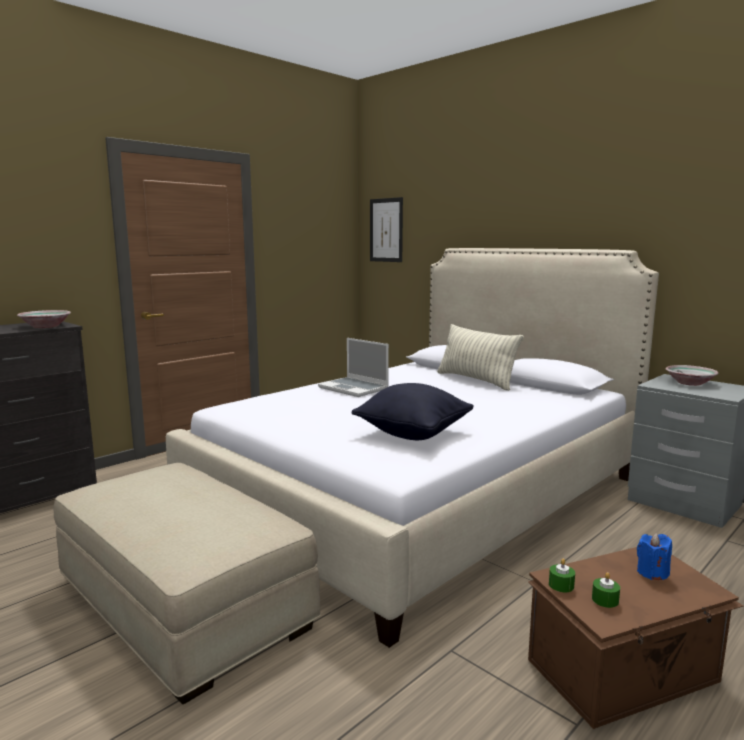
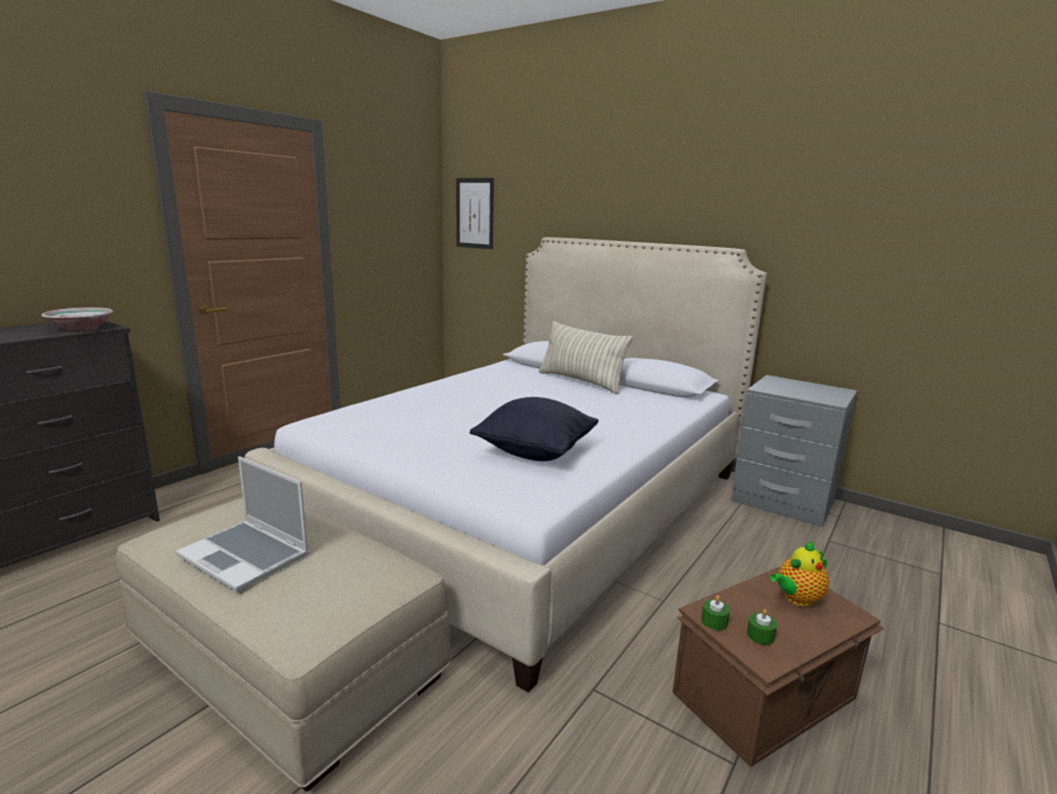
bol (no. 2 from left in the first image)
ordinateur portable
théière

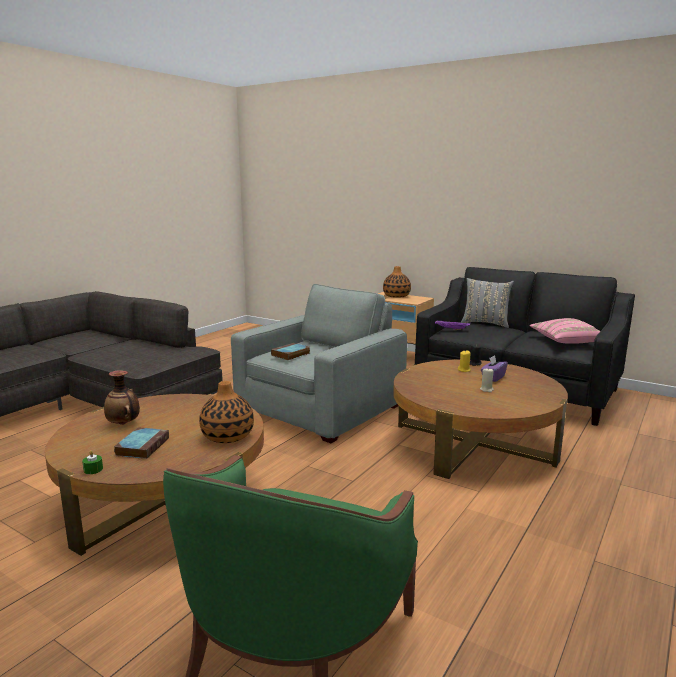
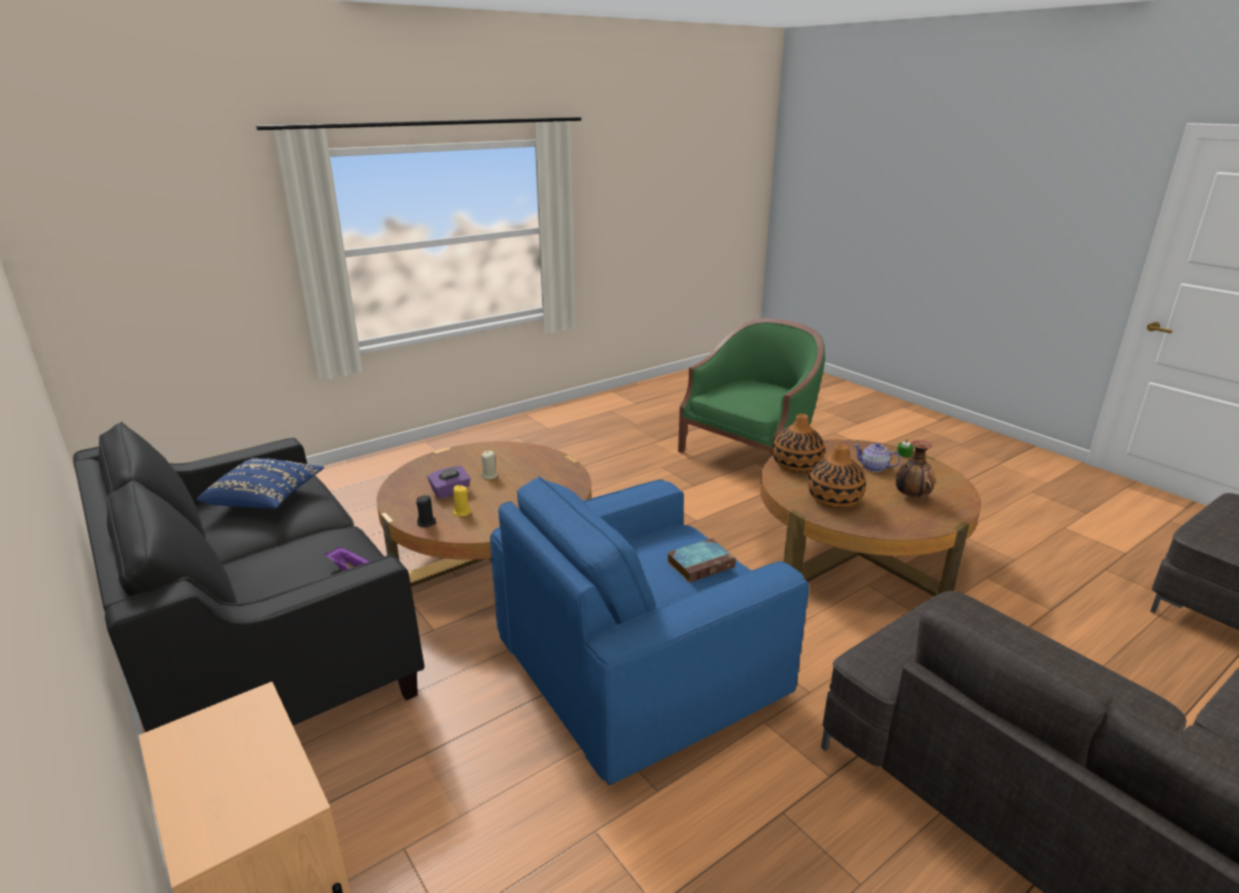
coussin [gris]
vase (no. 2 from left)
théière
fauteuil [bleu]
coussin [bleu]

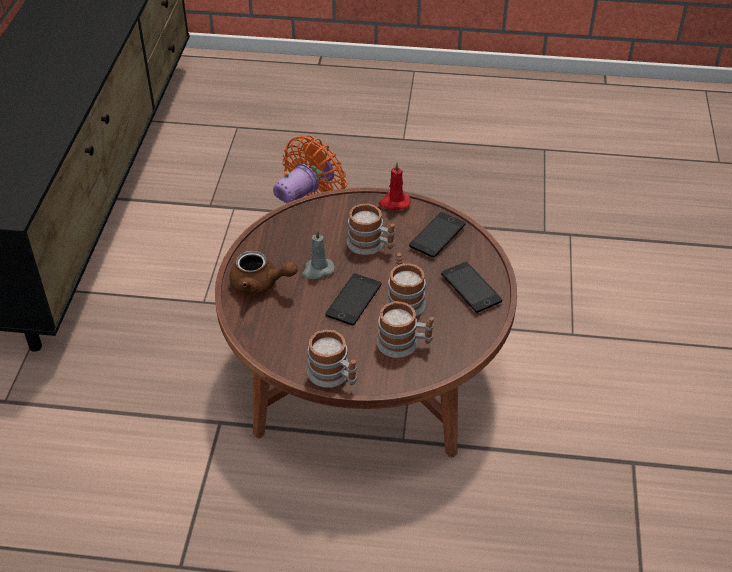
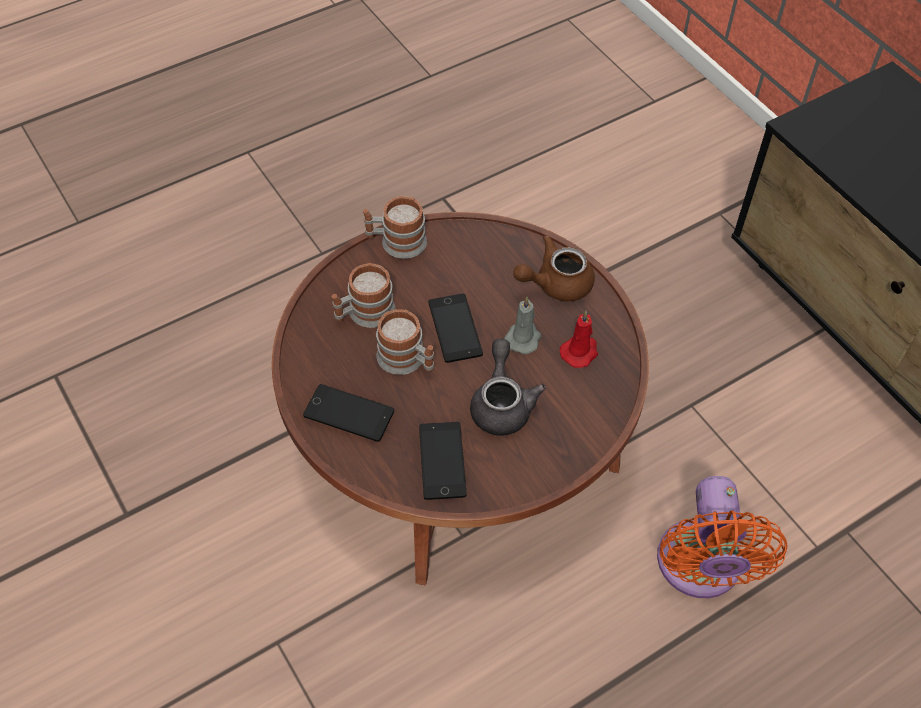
bougie [rouge]
théière [gris]

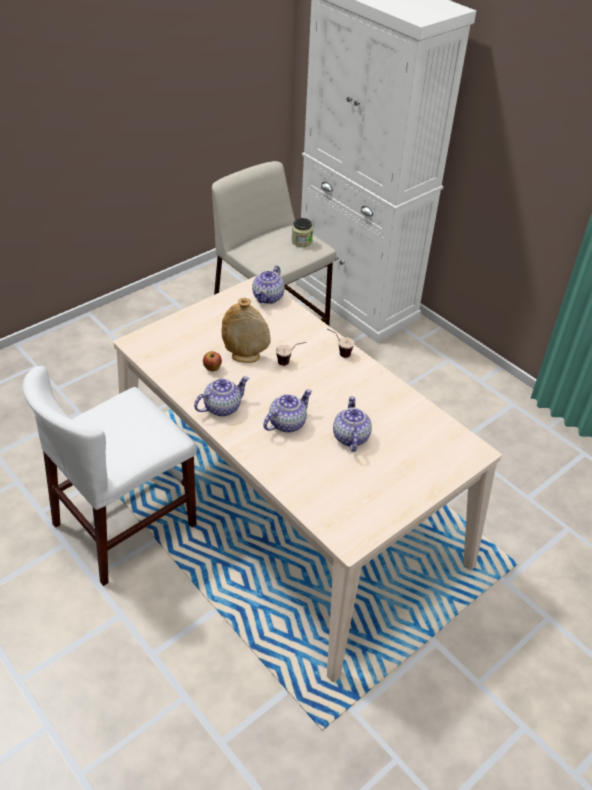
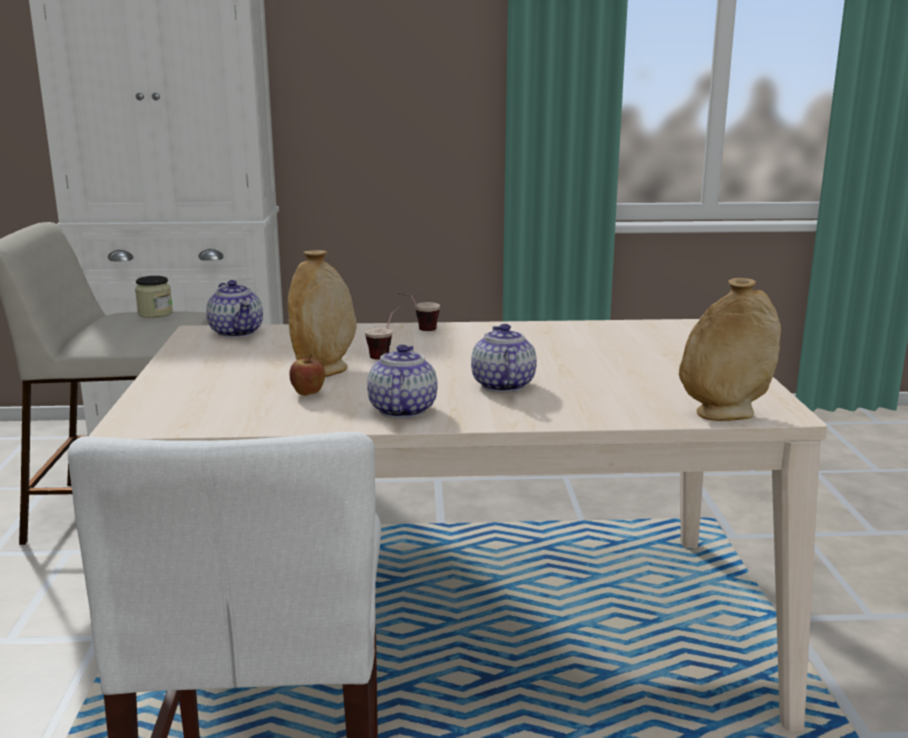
théière (no. 4 from left in the first image)
vase [beige] (no. 2 from left)

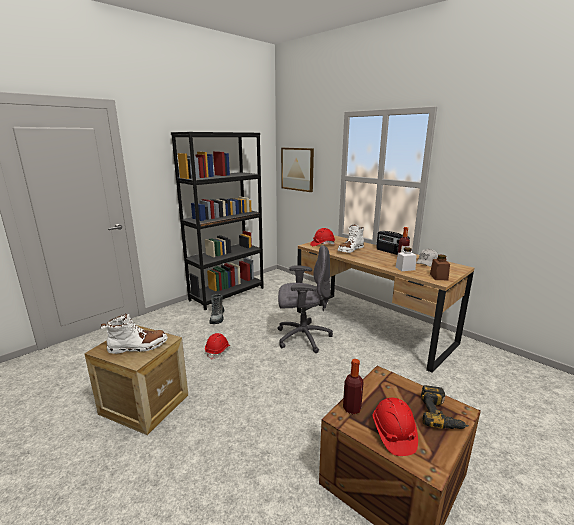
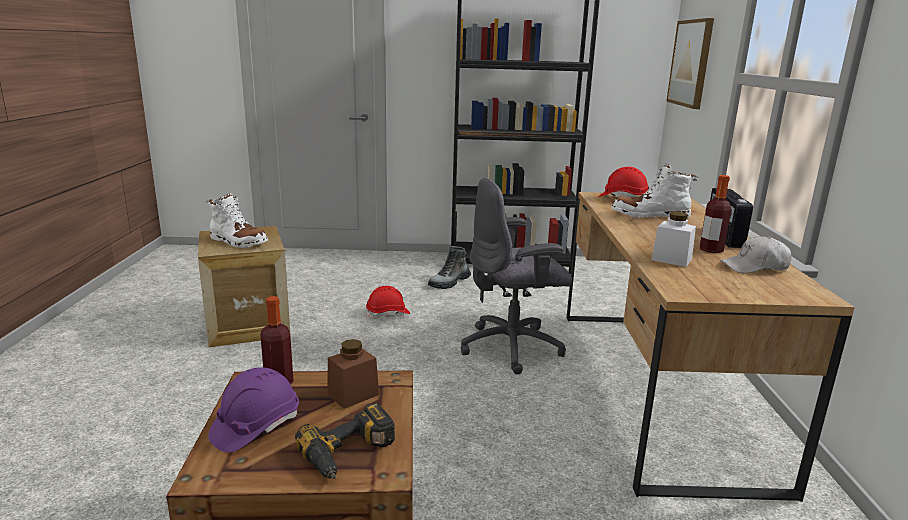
bocal [marron]
casque de chantier [violet]
chaise de bureau [gris]

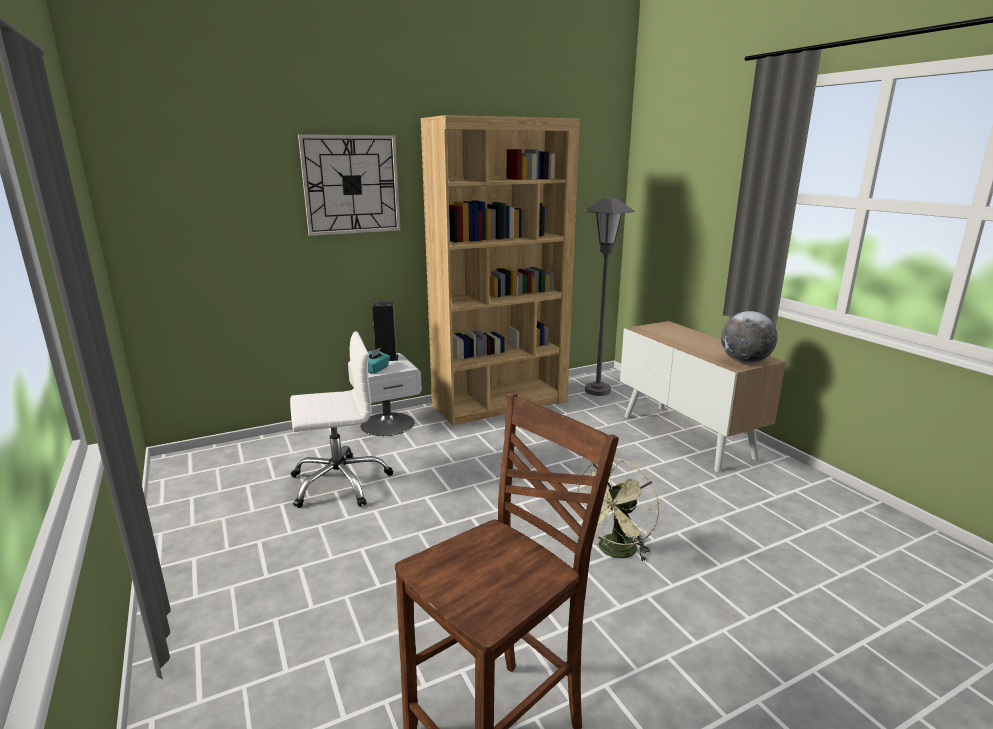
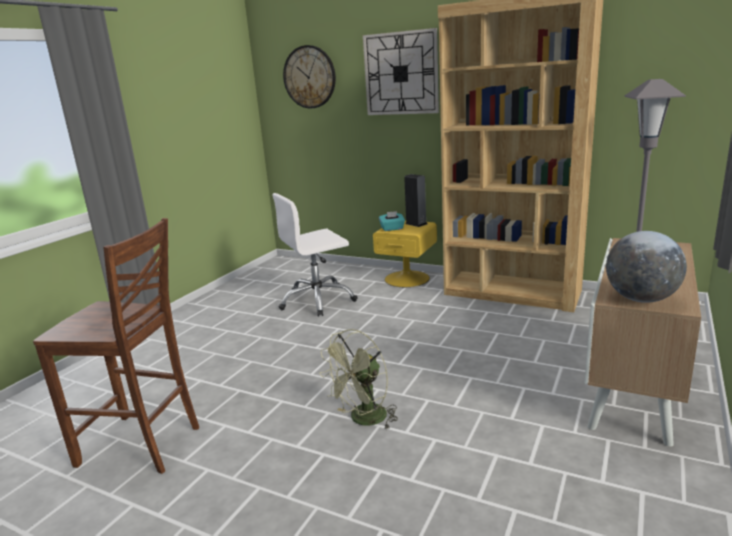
horloge murale (no. 1 from left)
table de chevet [jaune]
chaise de bureau [blanc]
ventilateur [vert]

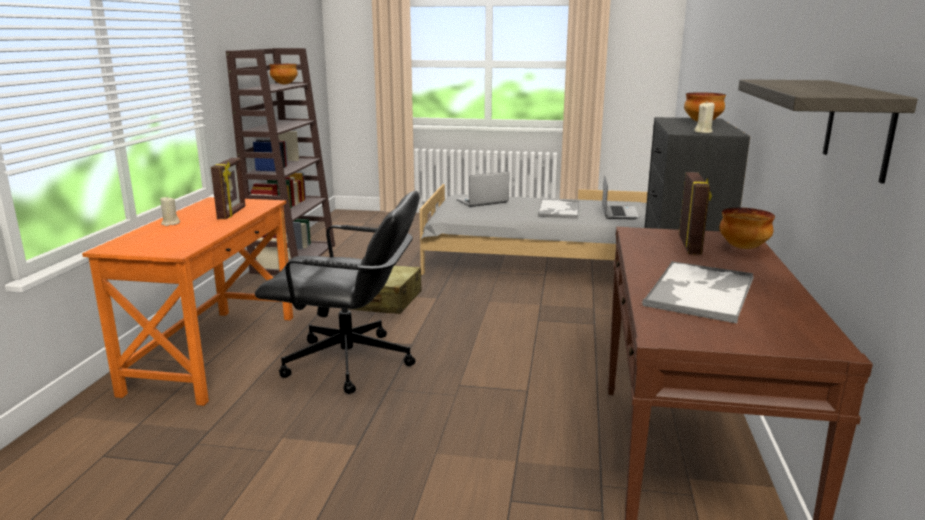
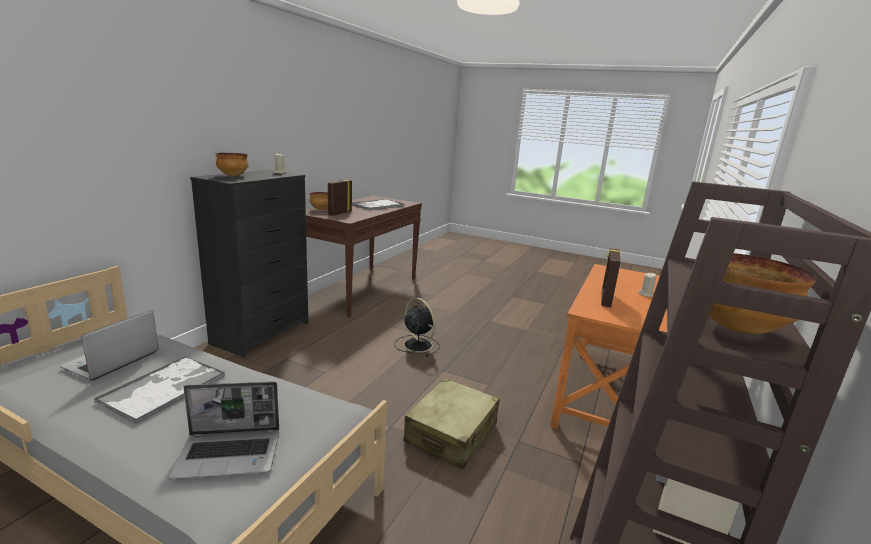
chaise de bureau [noir]
étagère
ventilateur [noir]

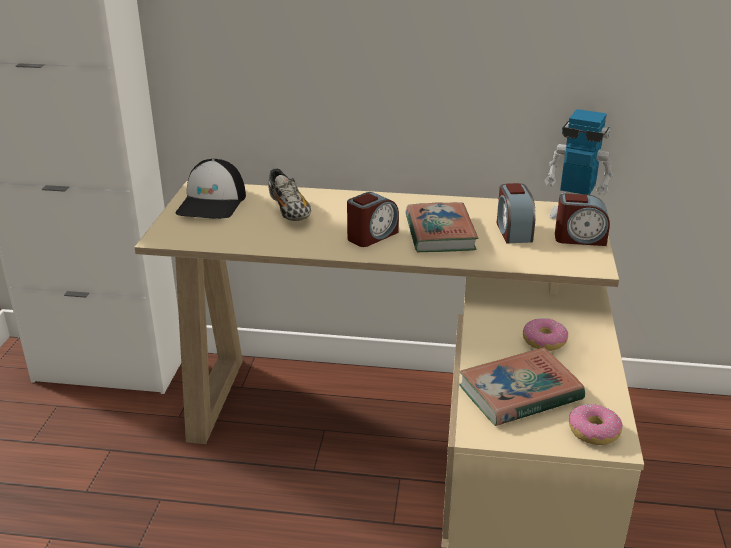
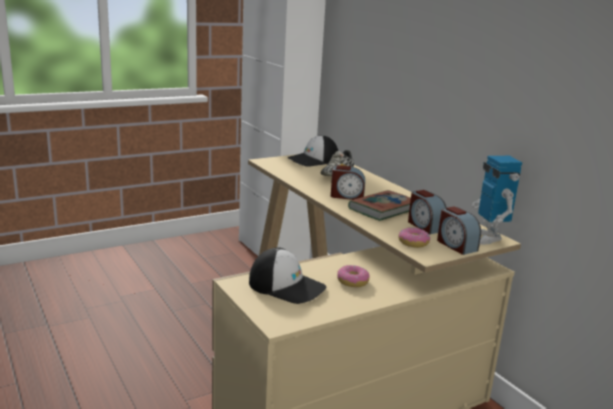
beignet (no. 2 from left)
casquette (no. 1 from left)
réveil (no. 2 from left)

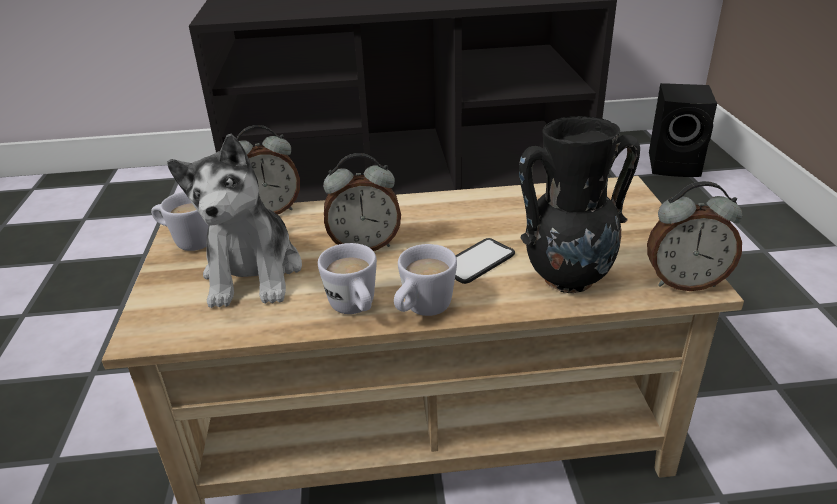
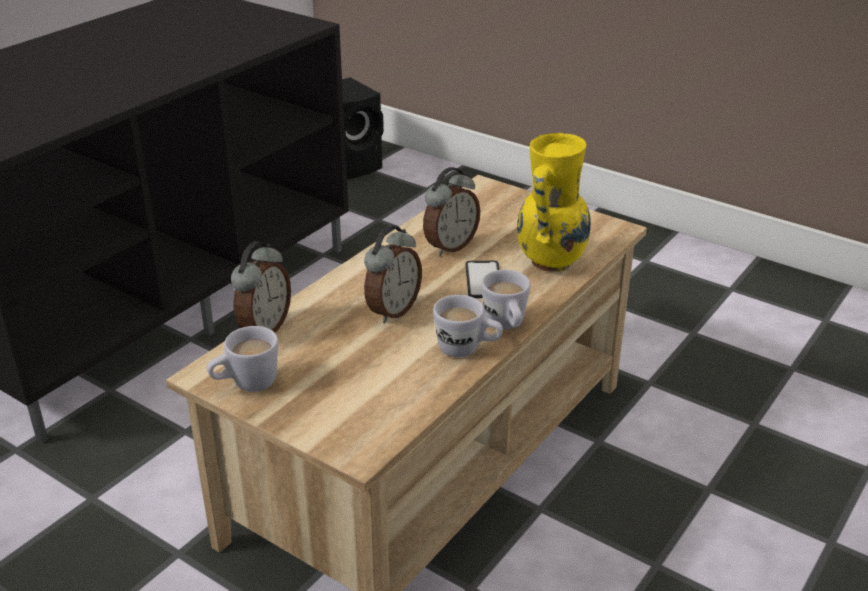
peluche
réveil (no. 3 from left)
vase [jaune]

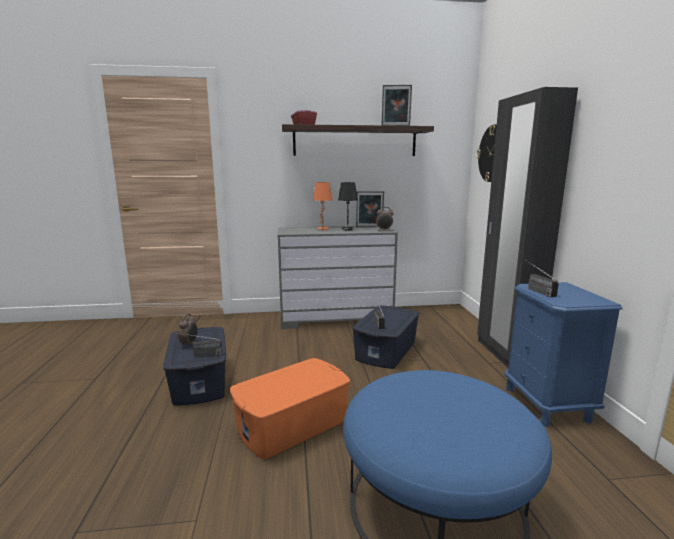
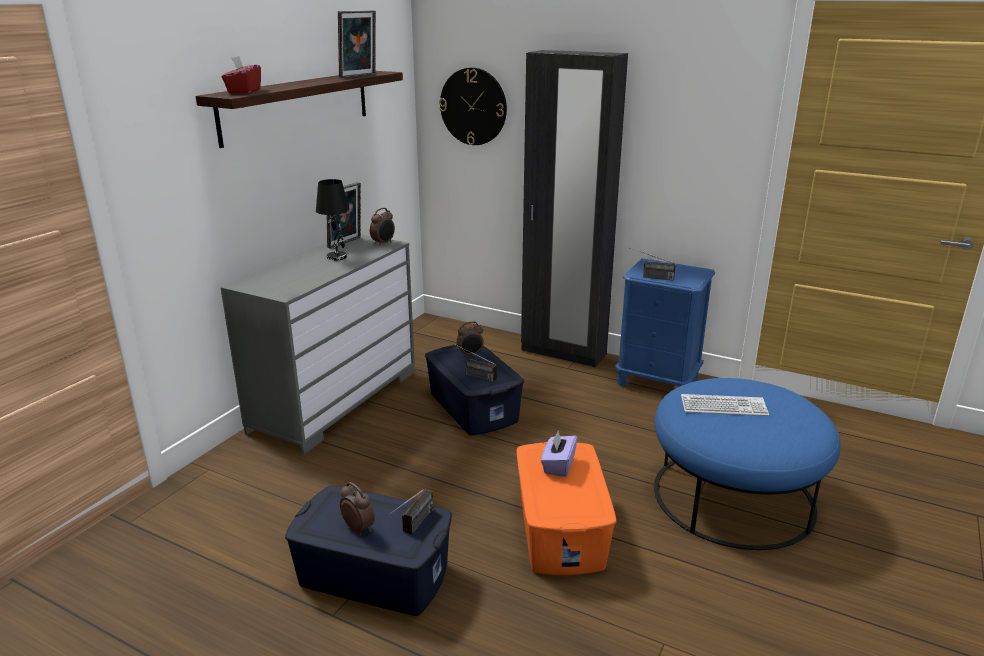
lampe de table [orange]
réveil (no. 3 from left)
boîte à mouchoirs [violet]
clavier

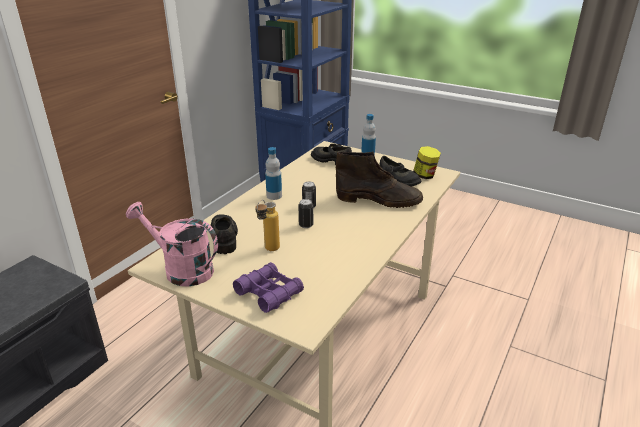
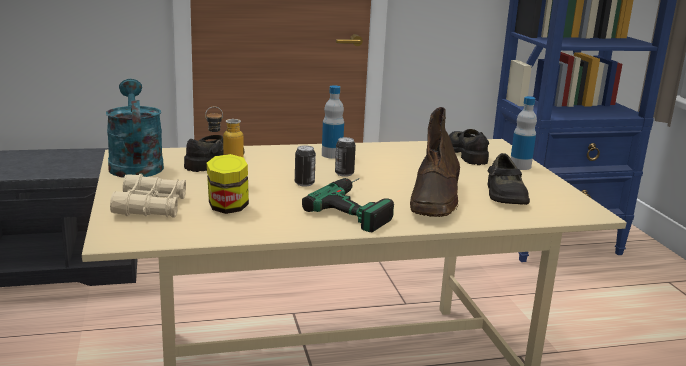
perceuse
bocal
arrosoir [turquoise]
jumelles [beige]
botte [marron]

